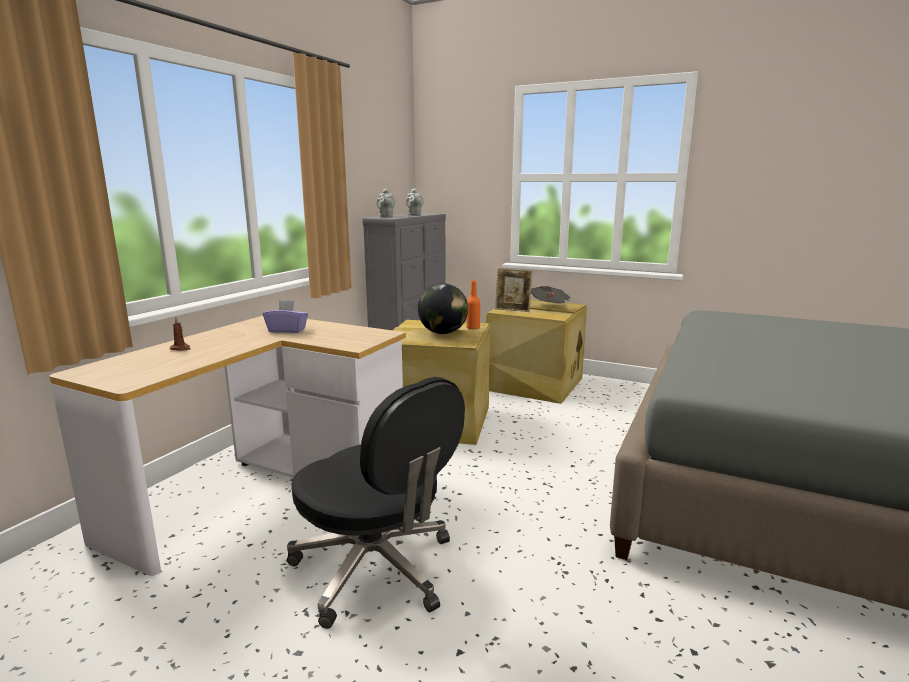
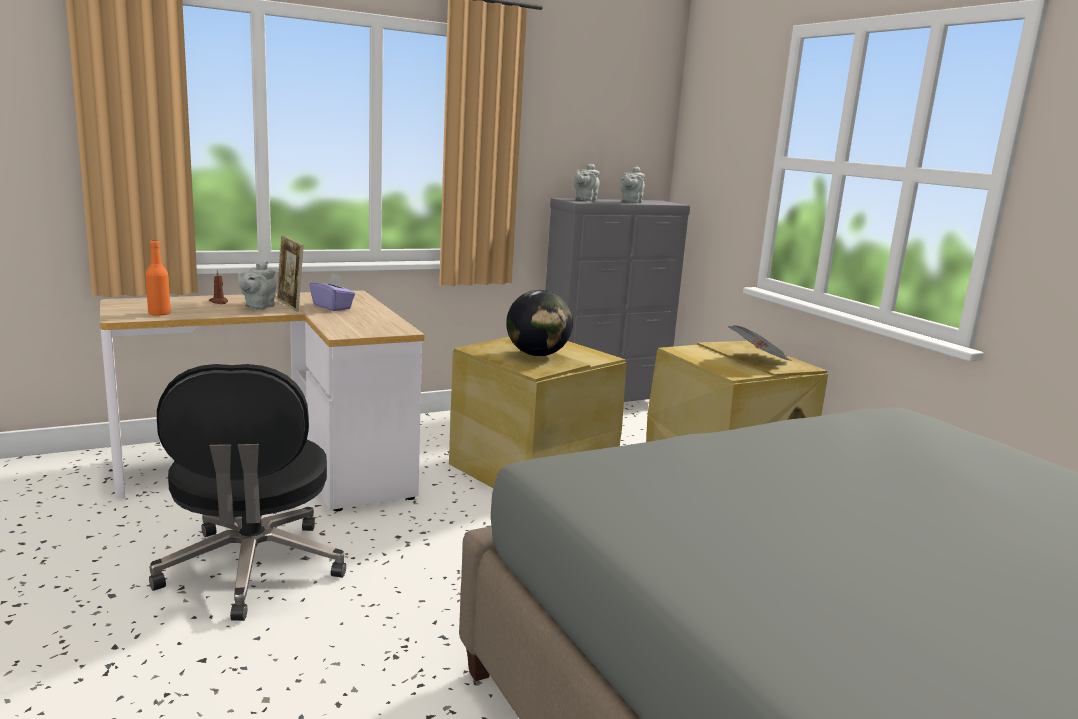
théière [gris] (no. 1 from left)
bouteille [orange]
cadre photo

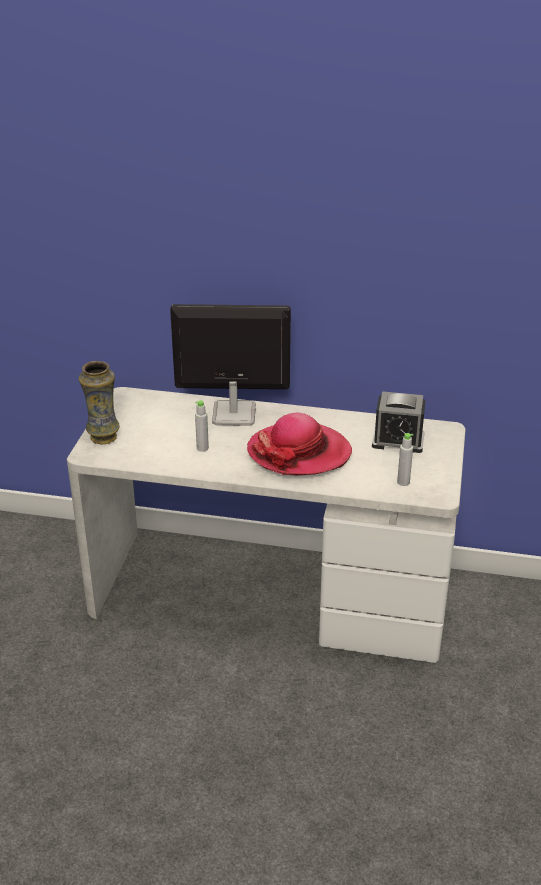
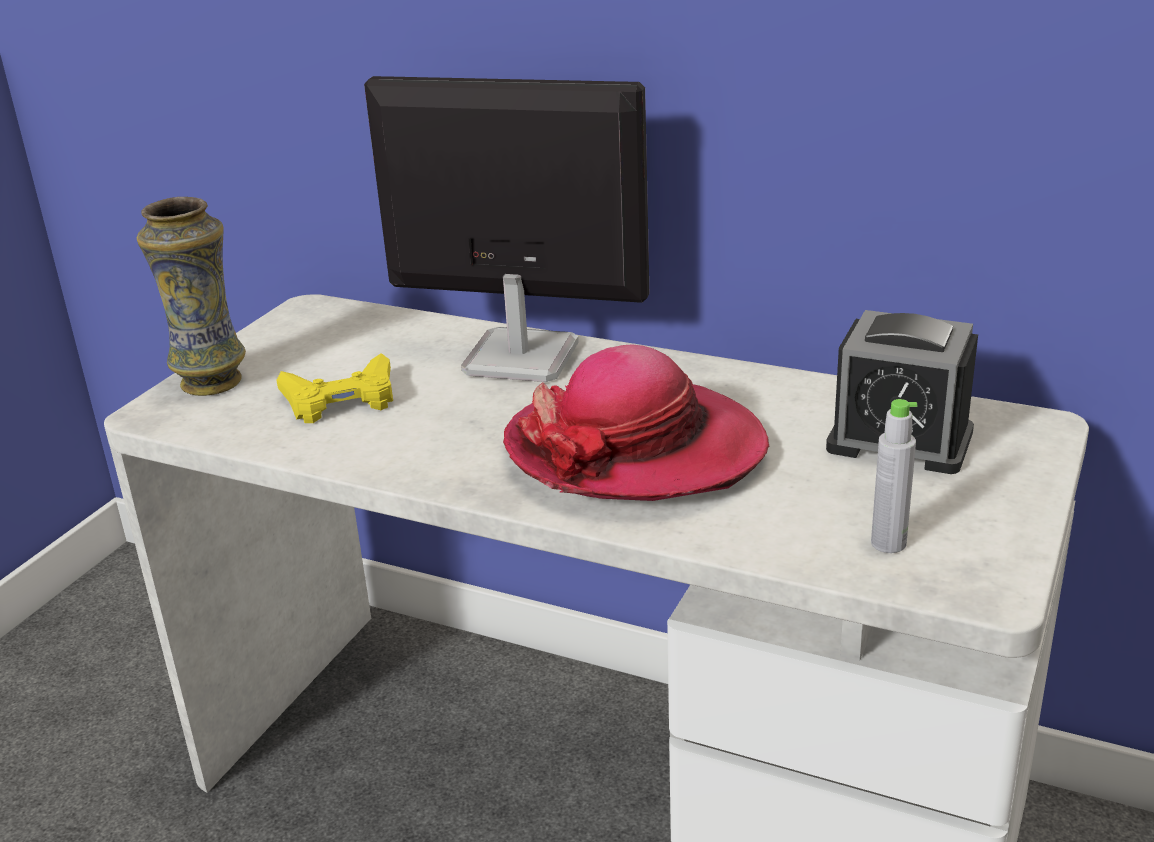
bouteille [gris] (no. 1 from left in the first image)
manette [jaune]

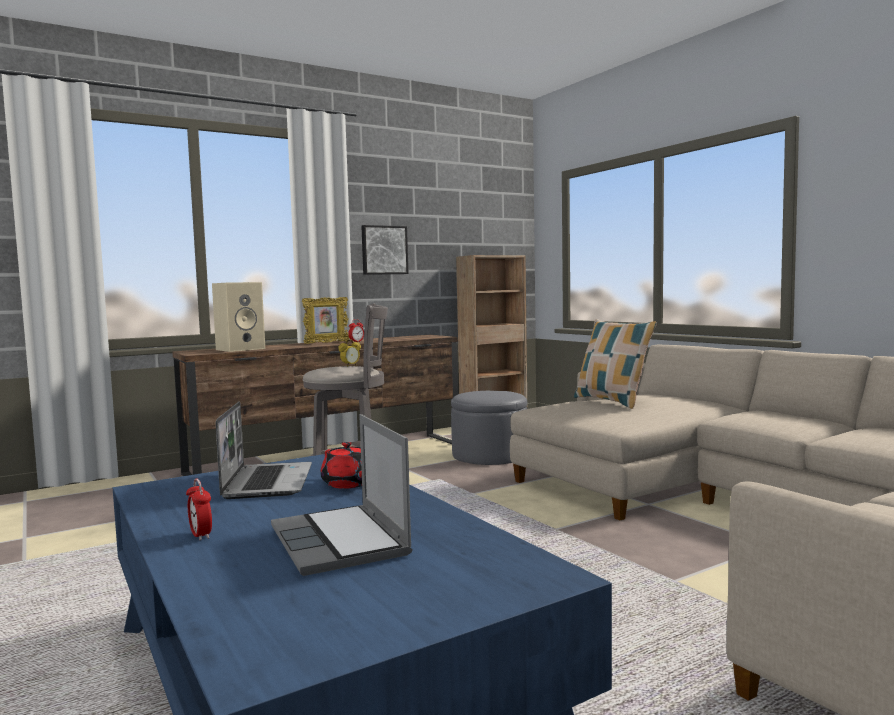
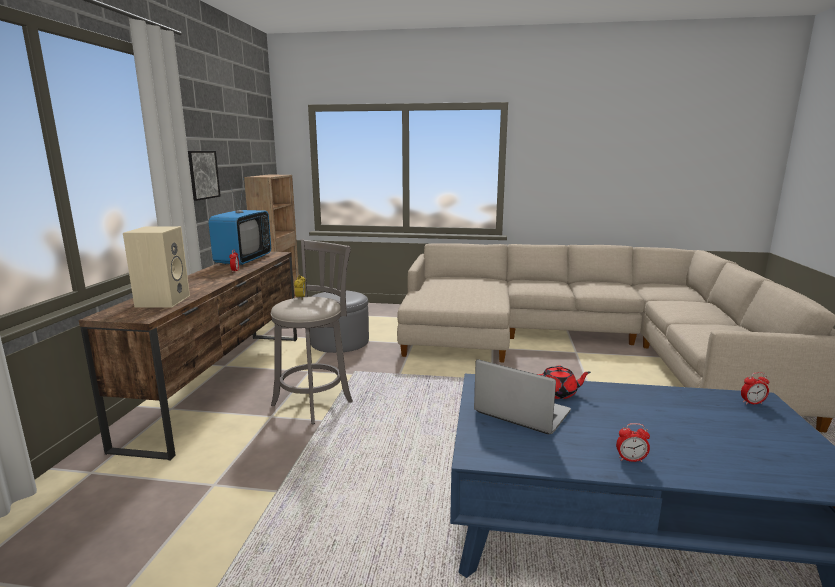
ordinateur portable (no. 2 from left in the first image)
cadre photo
coussin
téléviseur
réveil (no. 4 from left)

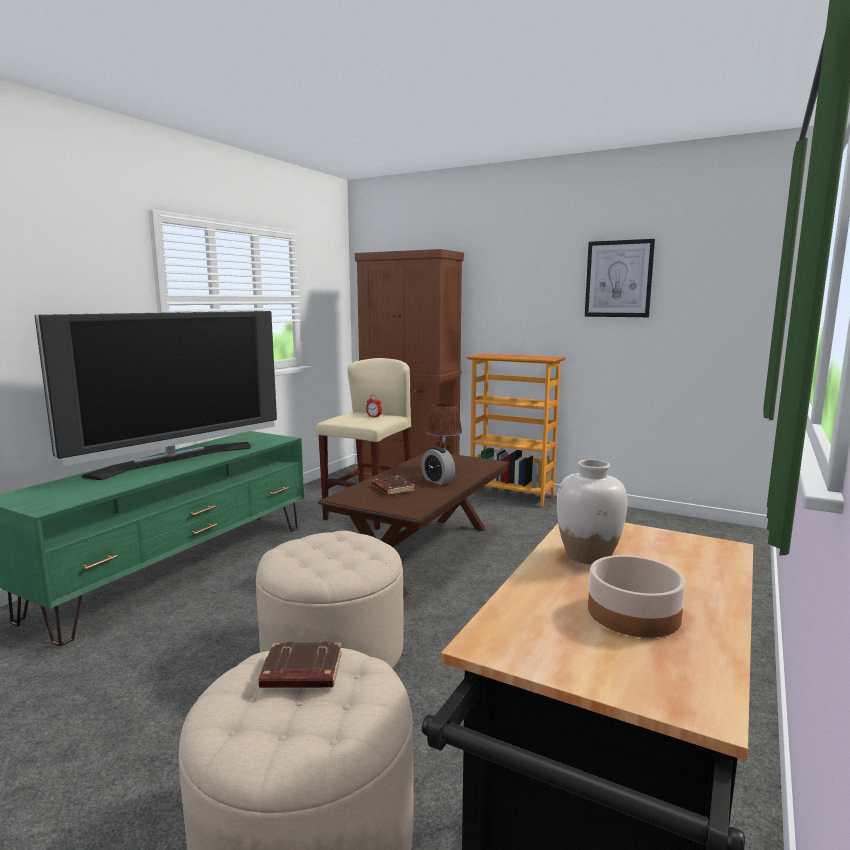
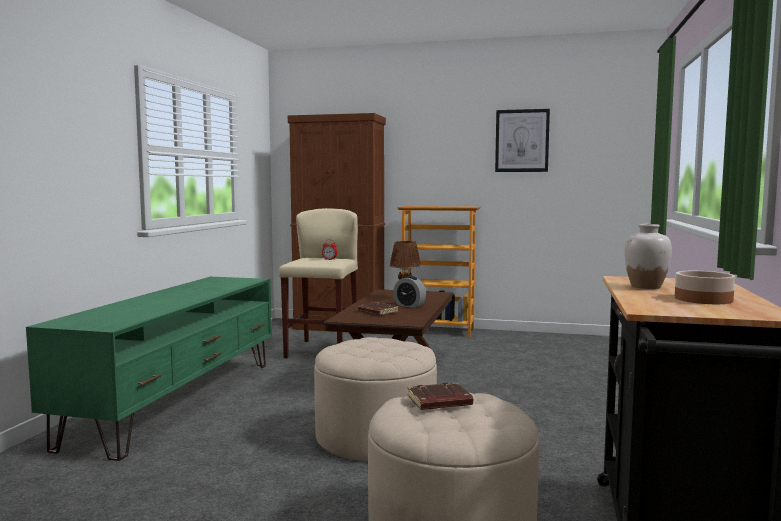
téléviseur

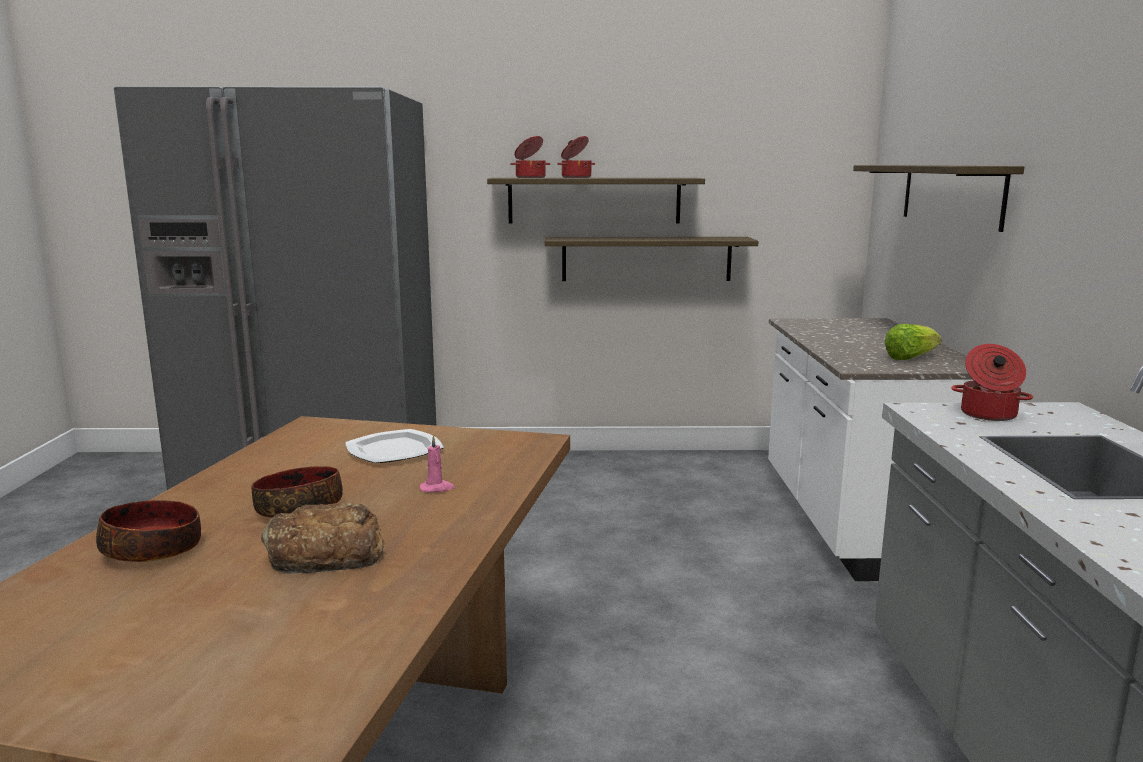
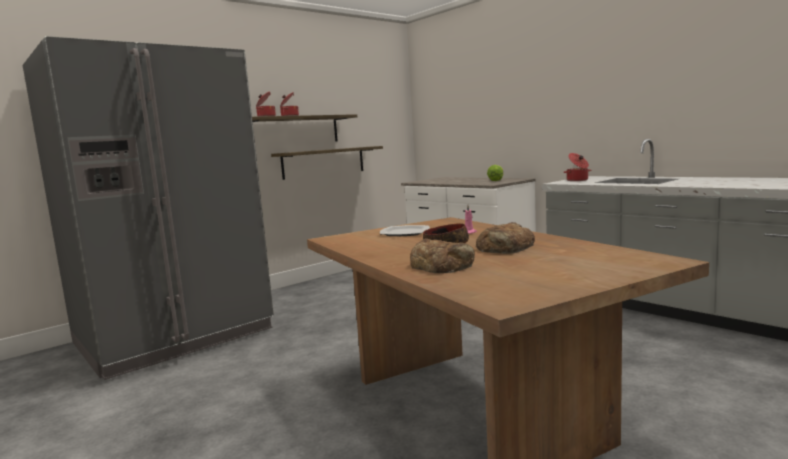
étagère (no. 3 from left in the first image)
pain (no. 1 from left)

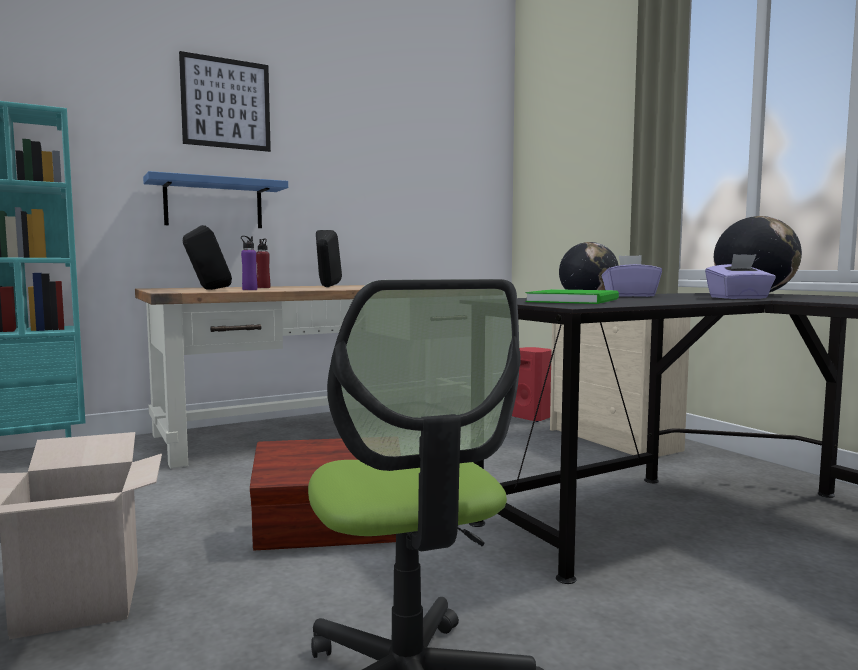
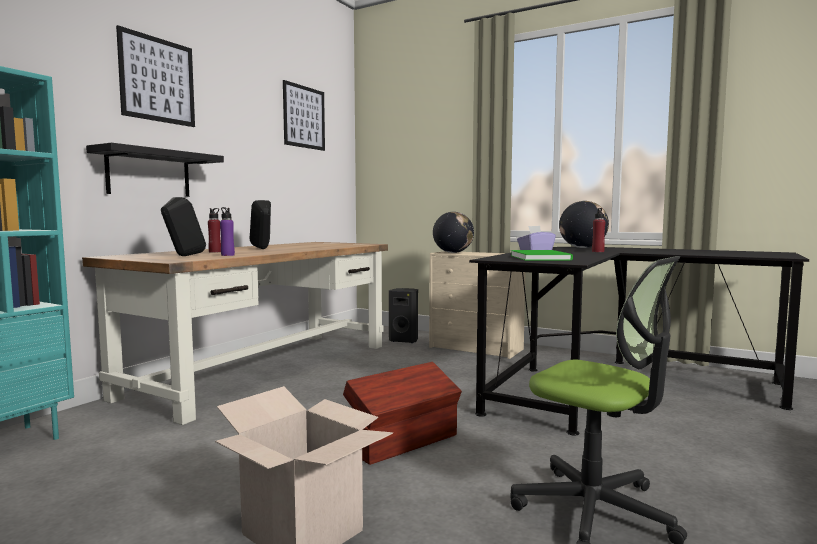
tableau (no. 2 from left)
bouteille [rouge] (no. 2 from left)
étagère [noir]
enceinte [noir] (no. 3 from left)

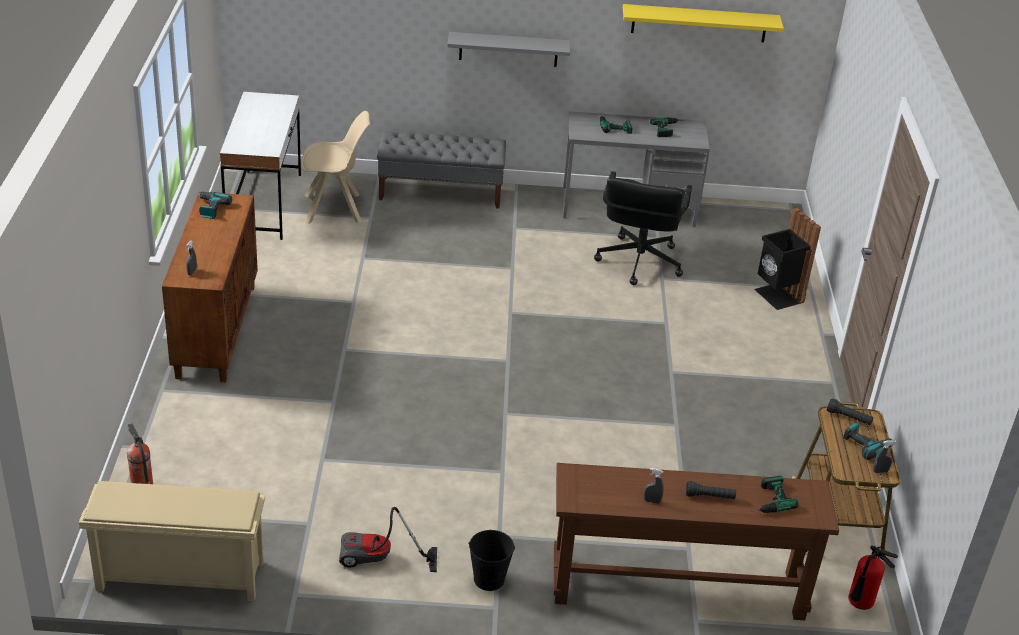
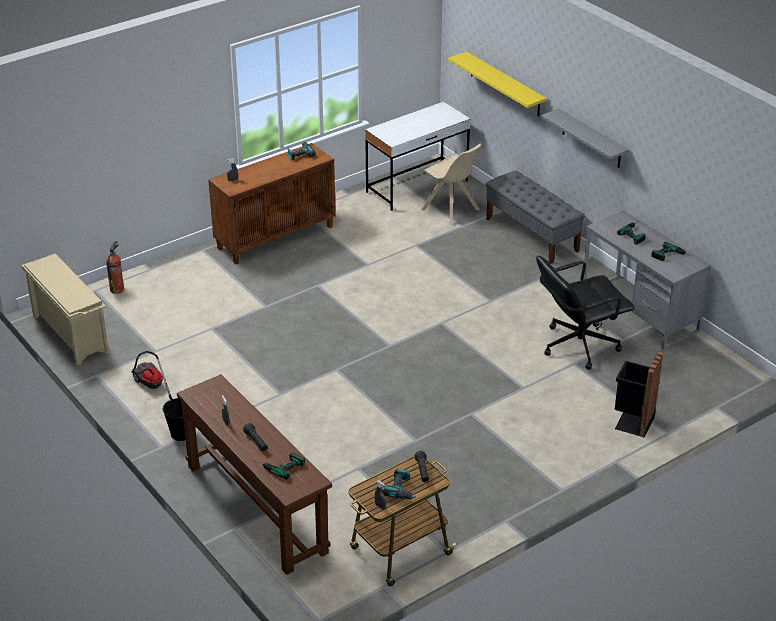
extincteur (no. 2 from left in the first image)
étagère [jaune]

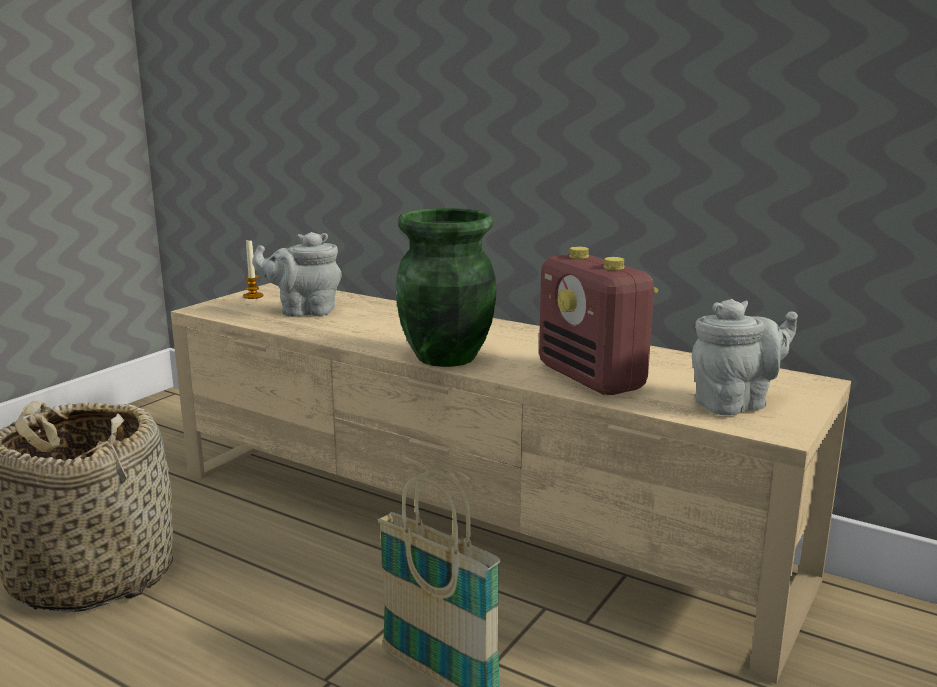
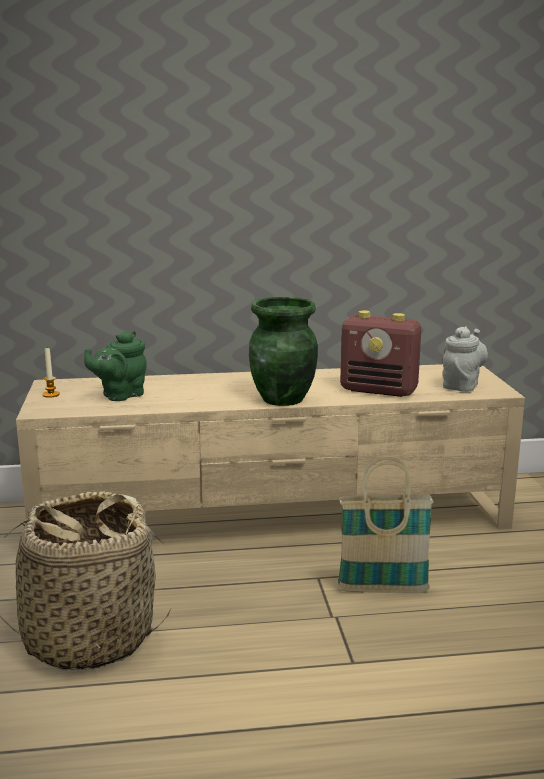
théière [vert]

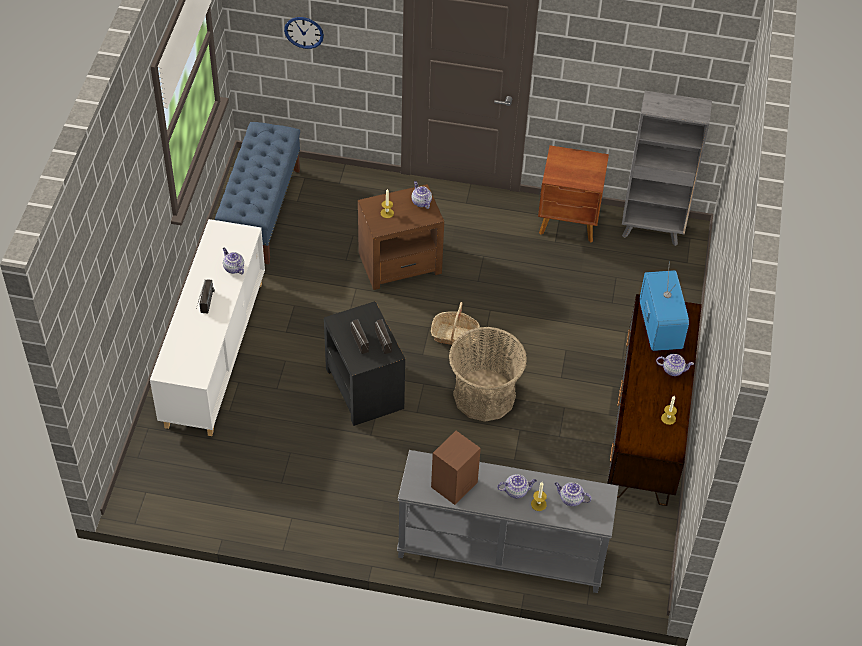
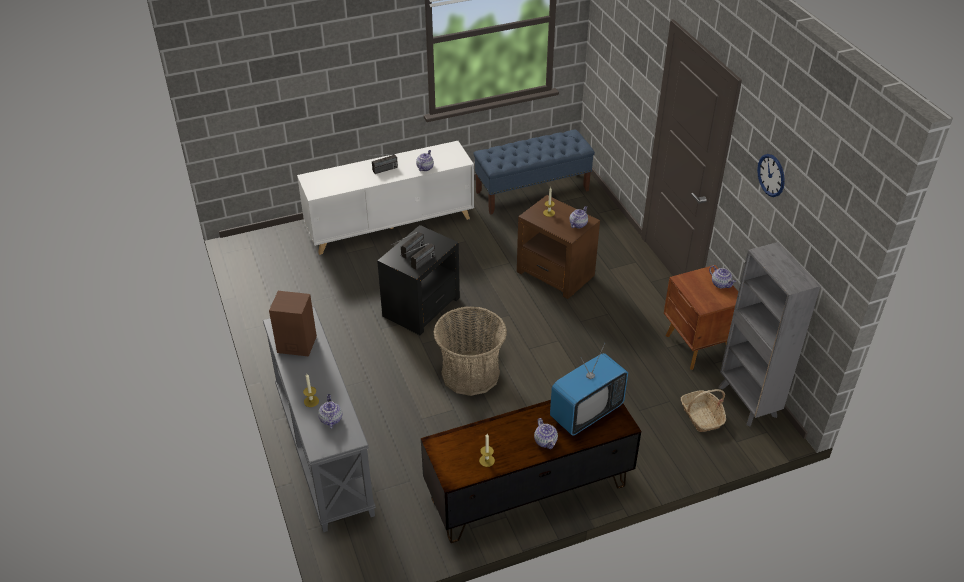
horloge murale
panier (no. 2 from left)
théière (no. 5 from left)

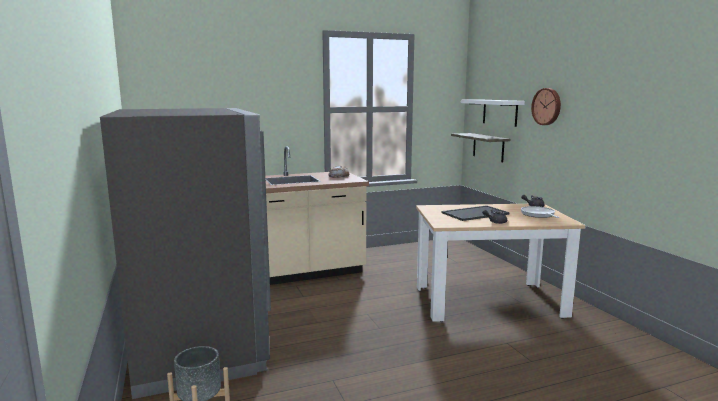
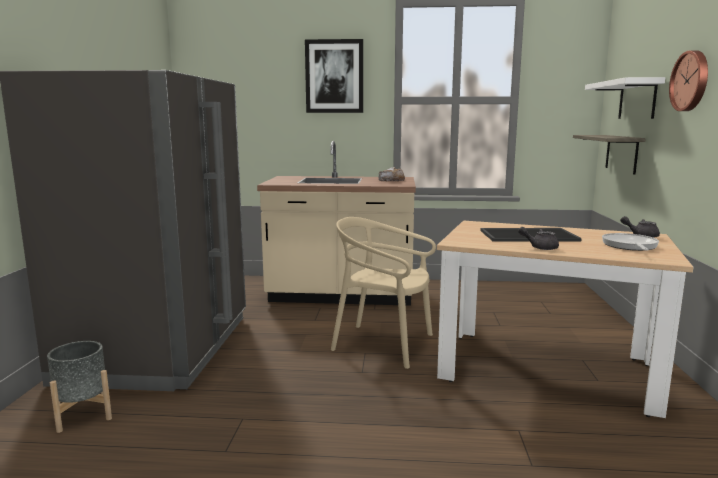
tableau
chaise [beige]

